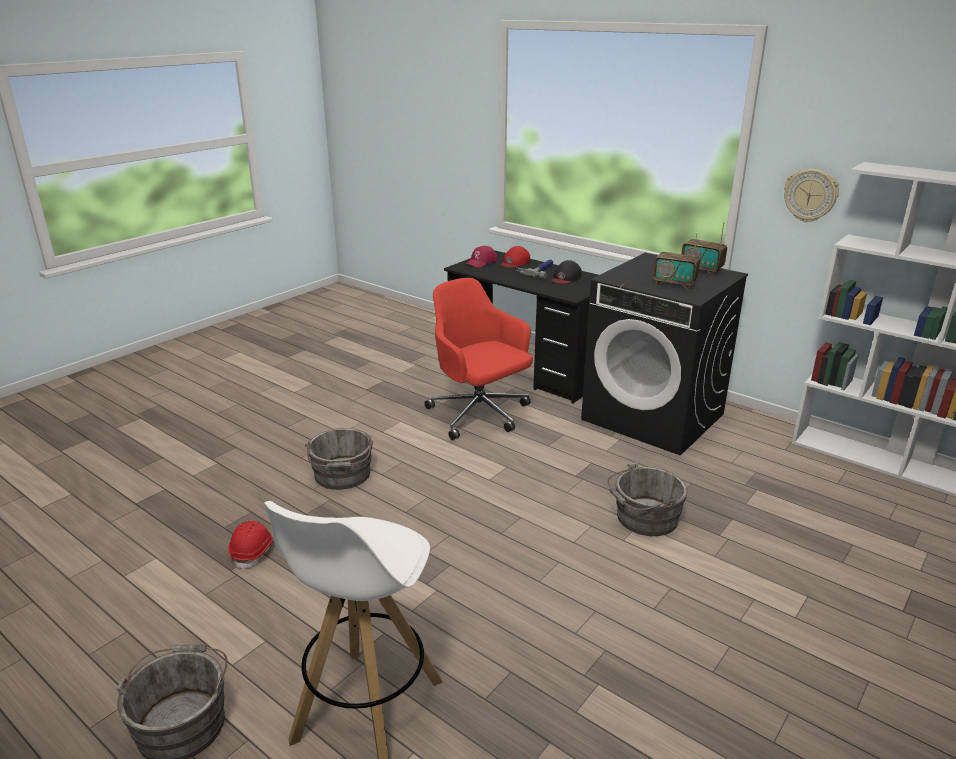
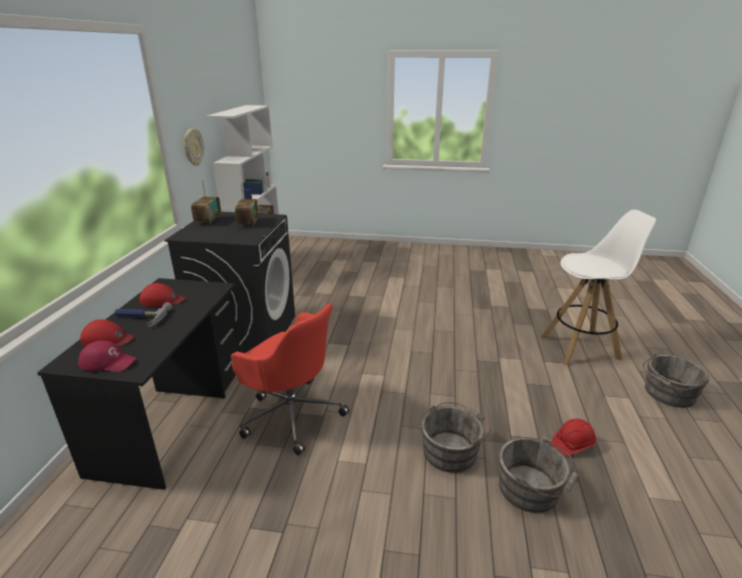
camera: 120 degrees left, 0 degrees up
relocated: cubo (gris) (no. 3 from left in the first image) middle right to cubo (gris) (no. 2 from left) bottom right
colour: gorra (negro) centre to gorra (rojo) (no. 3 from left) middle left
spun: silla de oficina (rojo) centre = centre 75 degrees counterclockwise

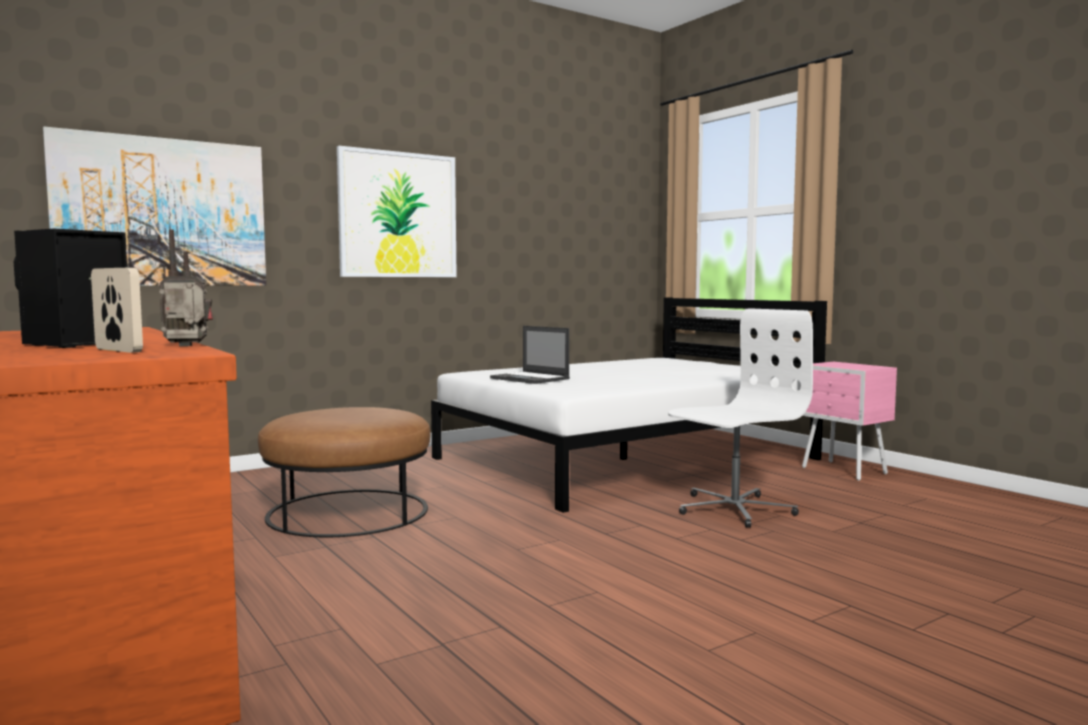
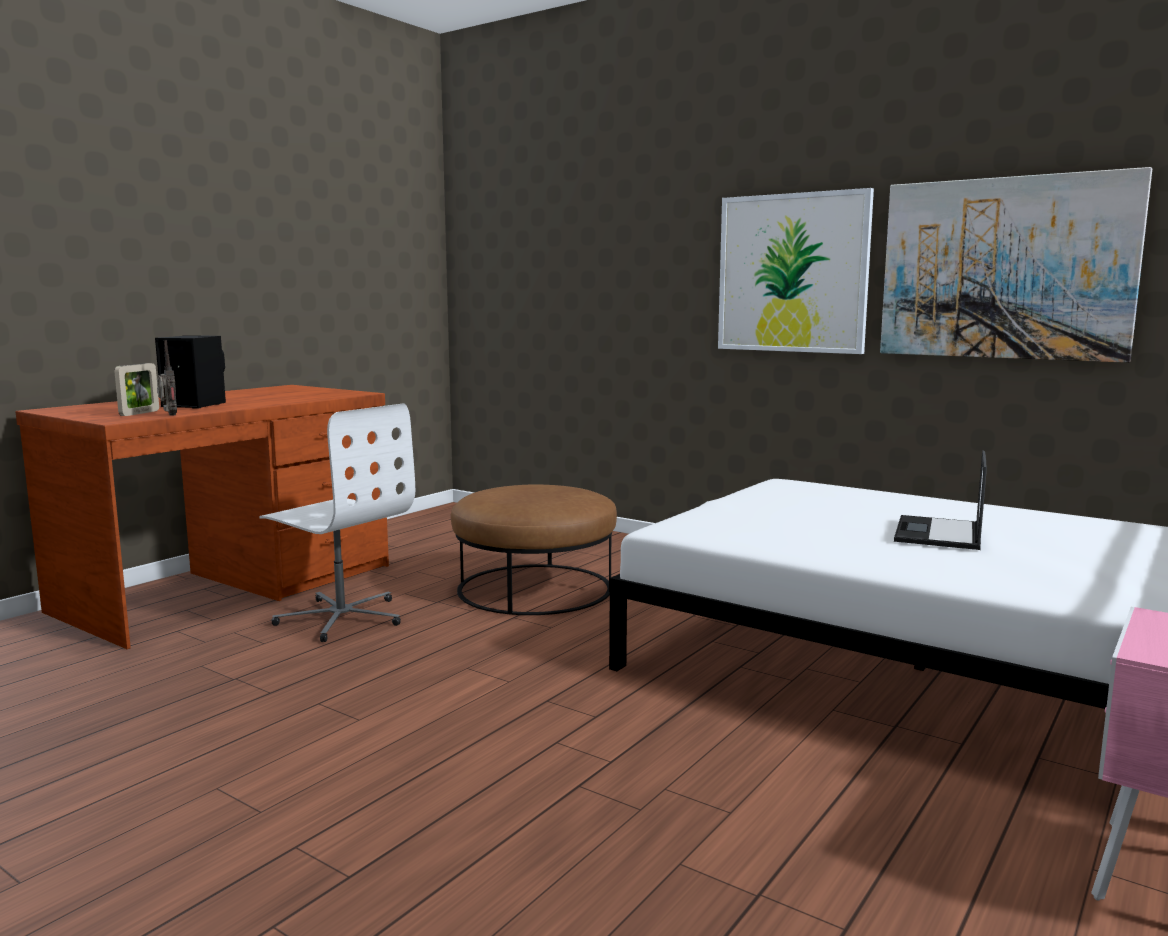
camera: 70 degrees right, 5 degrees up
relocated: cuadro (no. 1 from left in the first image) top left to cuadro (no. 2 from left) top right; silla de oficina (blanco) middle right to middle left; portátil centre to middle right

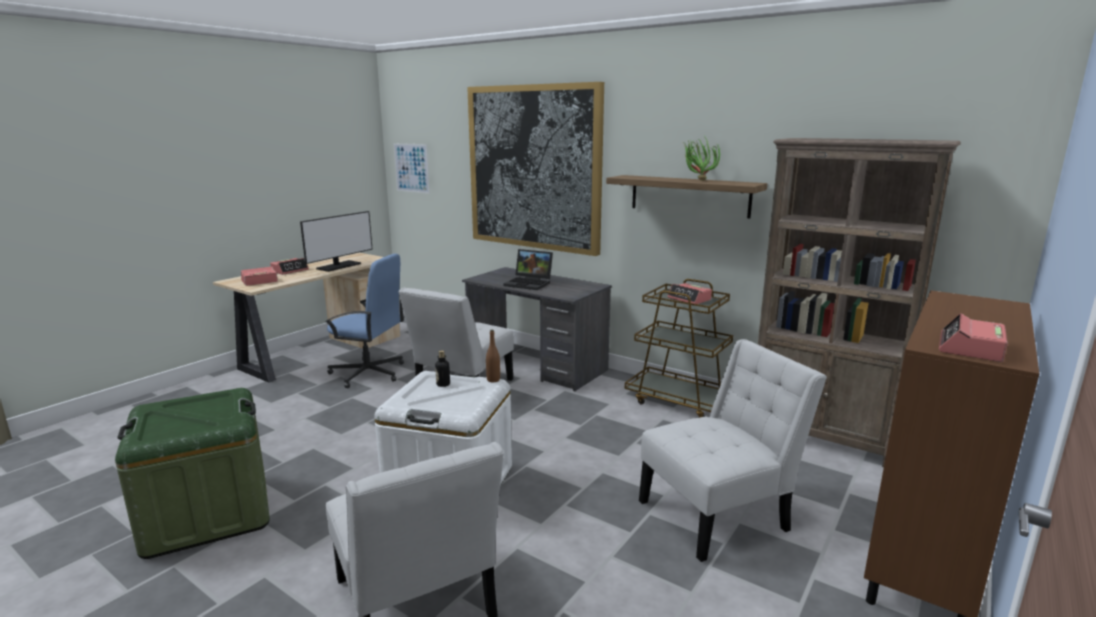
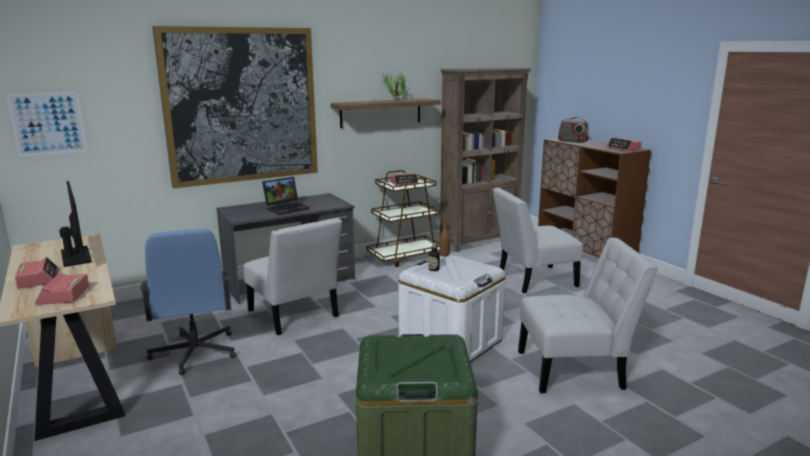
camera: 65 degrees left, 0 degrees up
appeared: radio top right
spun: silla de oficina (azul) middle left = middle left 120 degrees clockwise; silla (blanco) (no. 3 from left in the first image) bottom right = centre 105 degrees counterclockwise

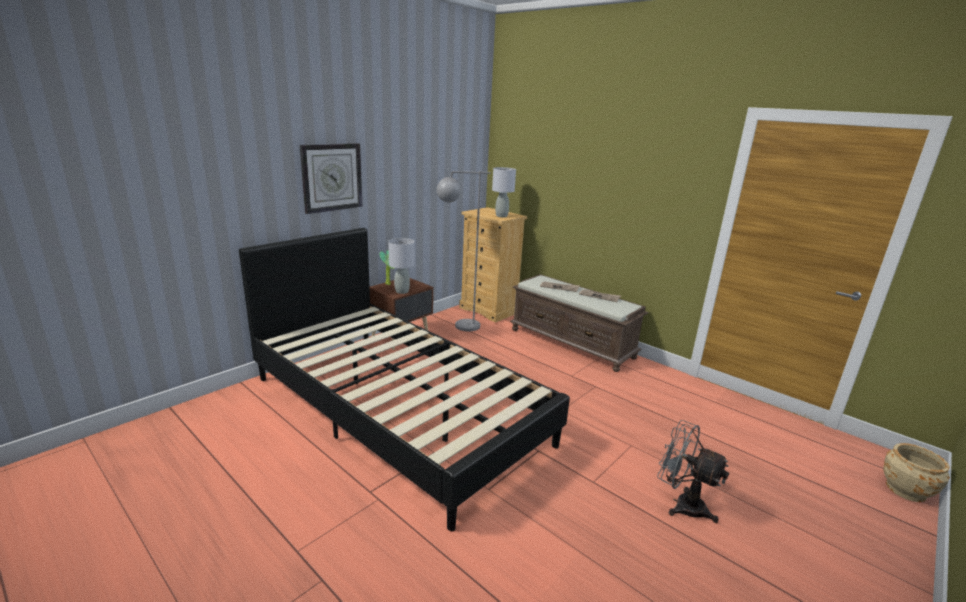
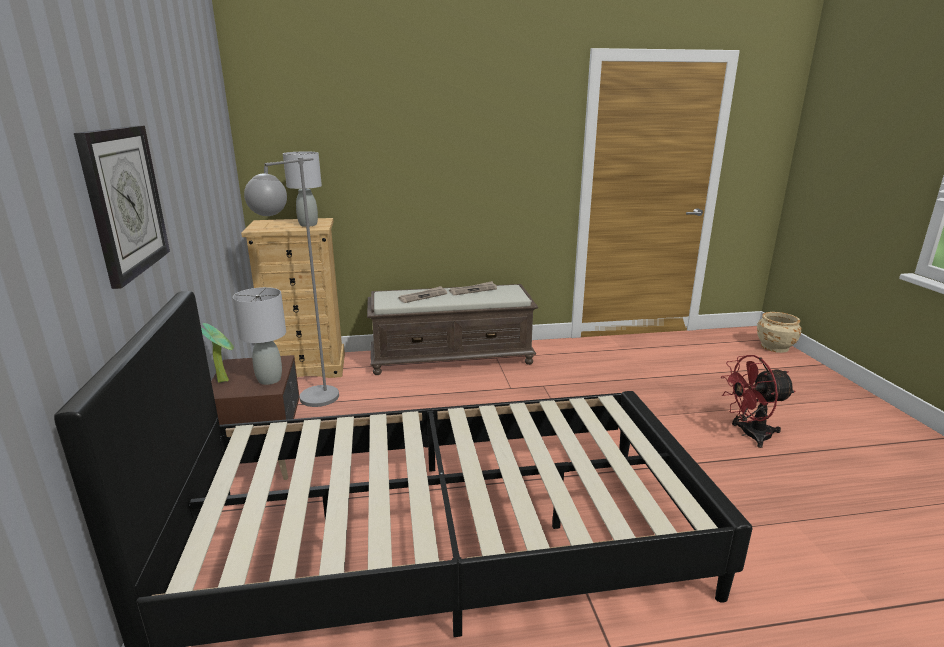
camera: 50 degrees left, 0 degrees up
colour: ventilador (gris) bottom right to ventilador (rojo) middle right

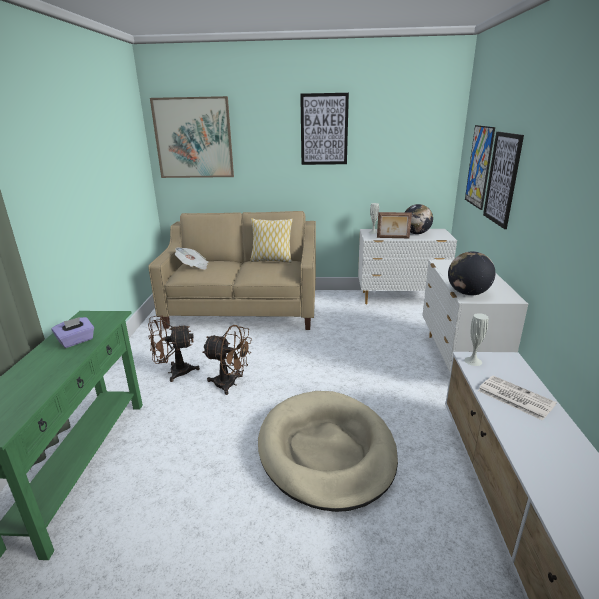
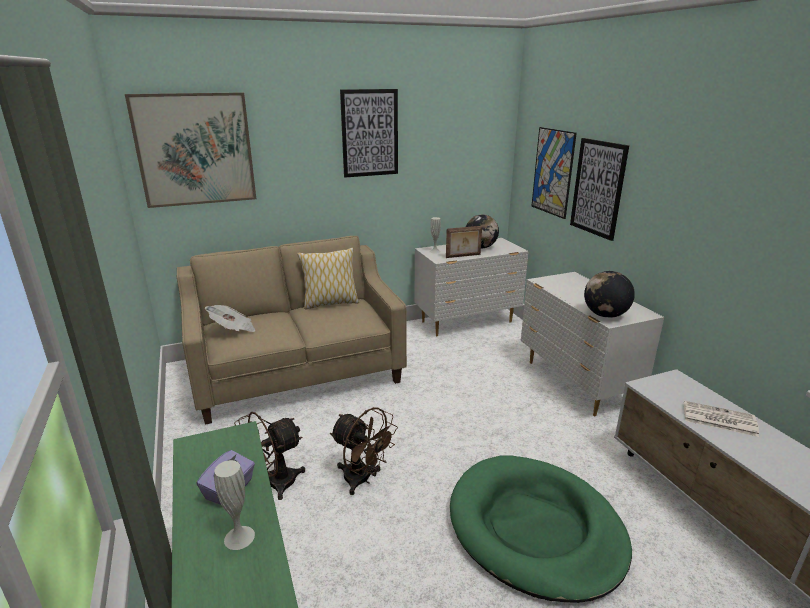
camera: 25 degrees left, 0 degrees up
relocated: florero (blanco) (no. 2 from left in the first image) middle right to florero (blanco) (no. 1 from left) bottom left
colour: cama para perro (beis) bottom centre to cama para perro (verde) bottom right
spun: ventilador (marrón) (no. 2 from left) centre = bottom centre 45 degrees clockwise

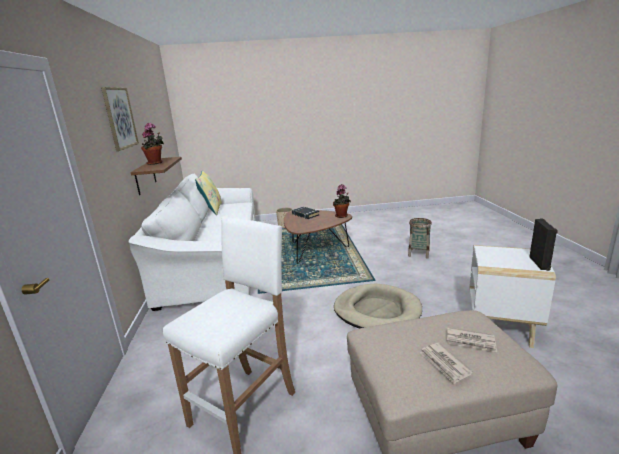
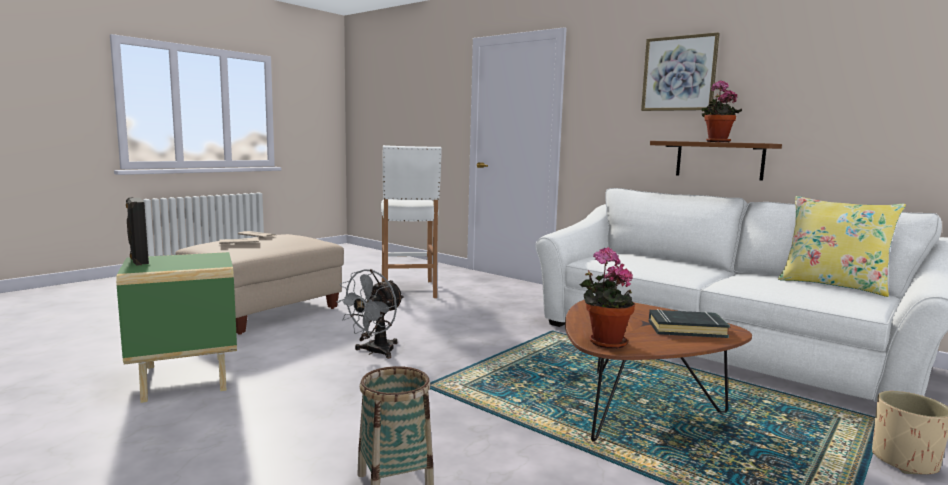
camera: 135 degrees right, 10 degrees down
exchanged: cama para perro (beis) bottom centre to ventilador (gris) centre
colour: mesa auxiliar (blanco) middle right to mesa auxiliar (verde) bottom left

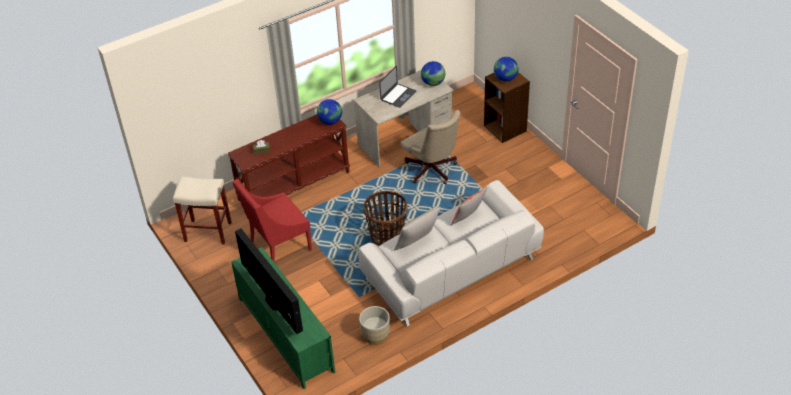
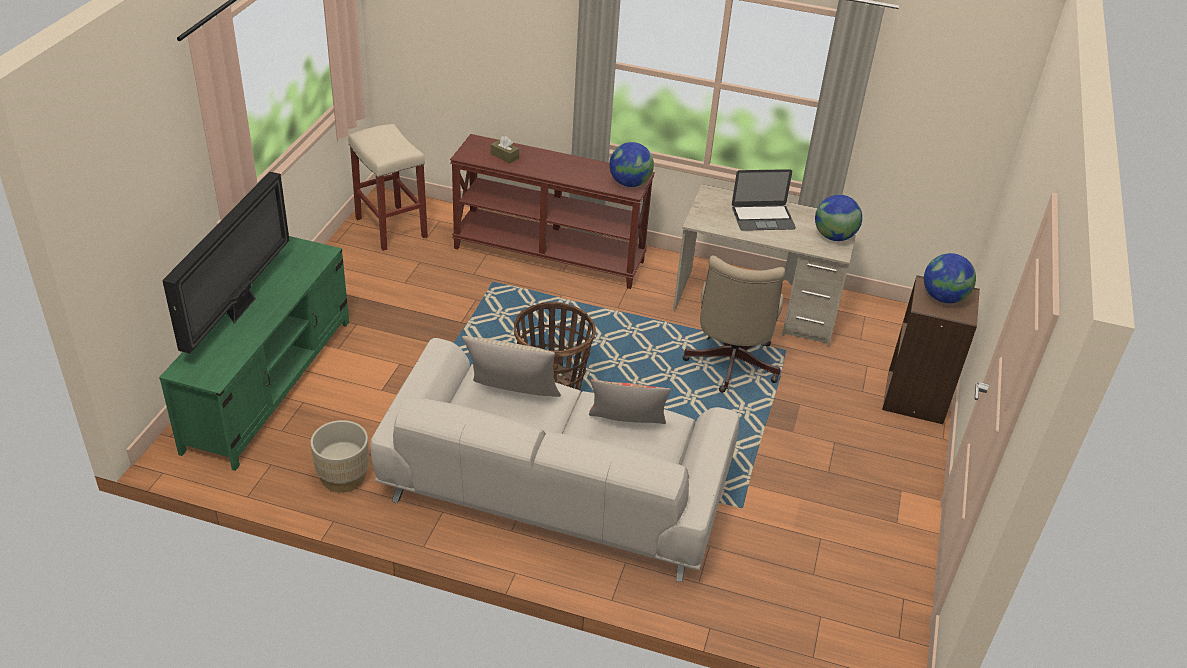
camera: 45 degrees right, 5 degrees down
missing: sillón (rojo) centre

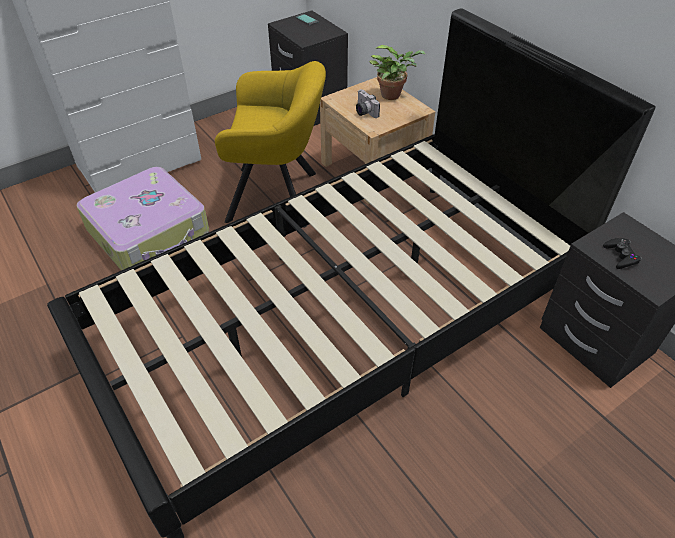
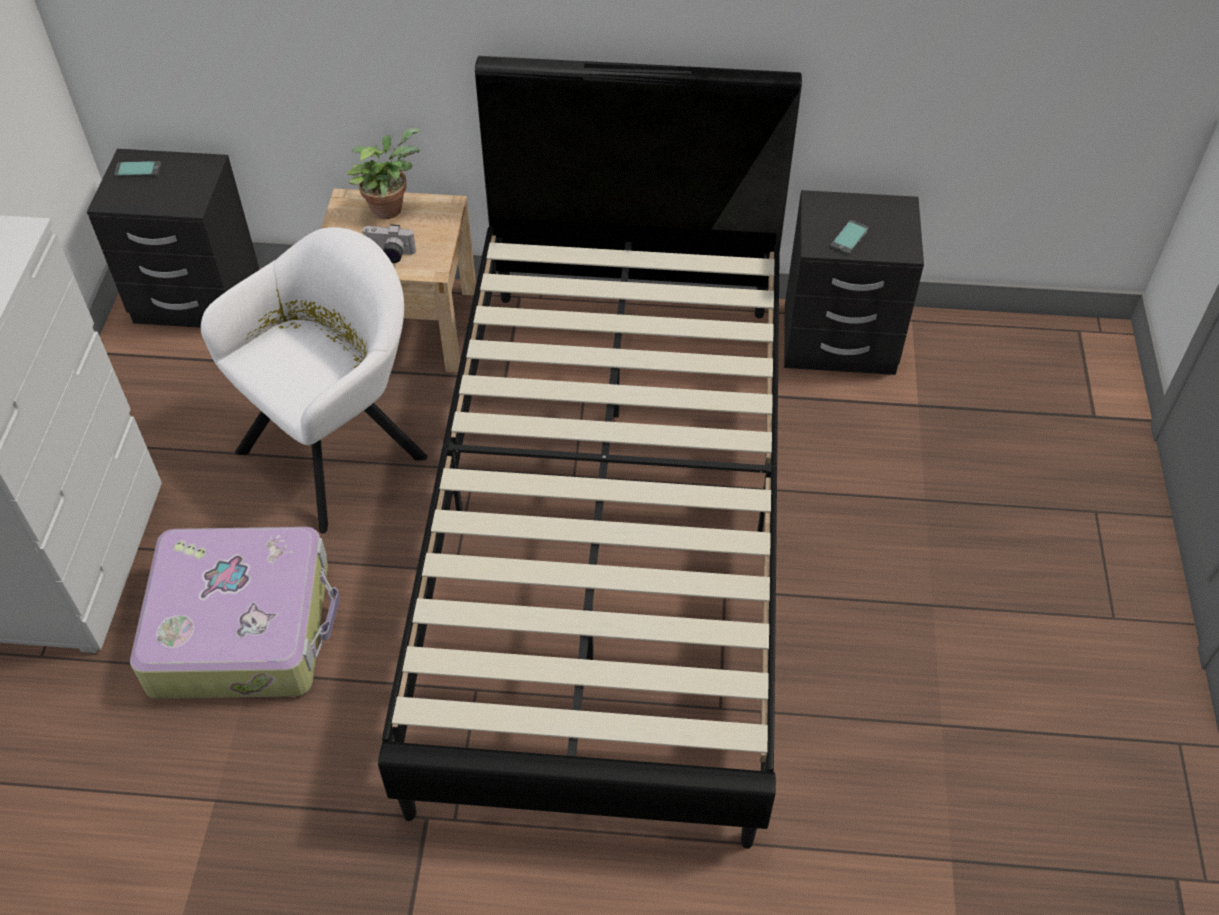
camera: 50 degrees left, 5 degrees up
exchanged: mando de consola (negro) middle right to móvil (no. 2 from left) top right
colour: sillón (amarillo) top centre to sillón (blanco) middle left

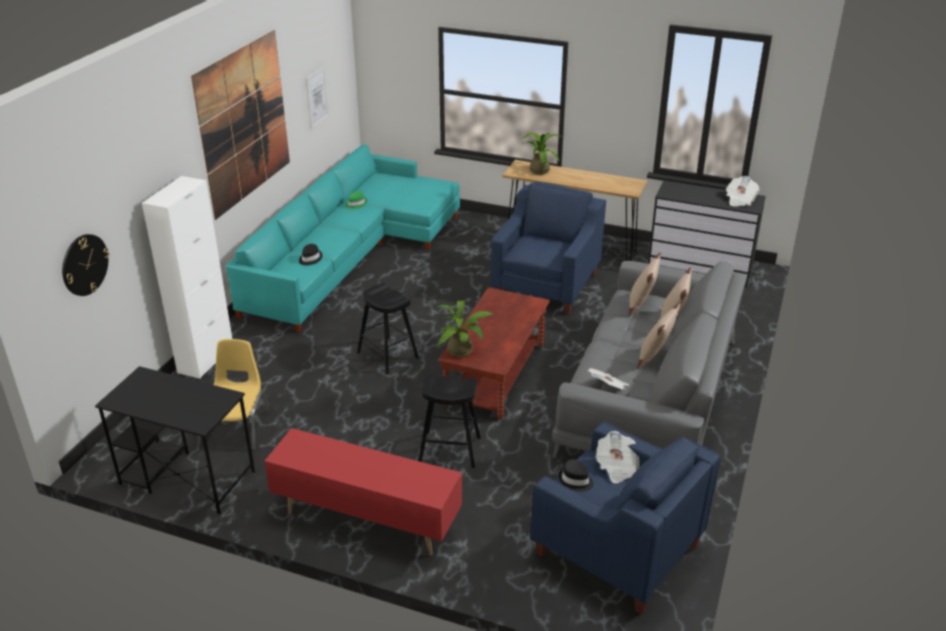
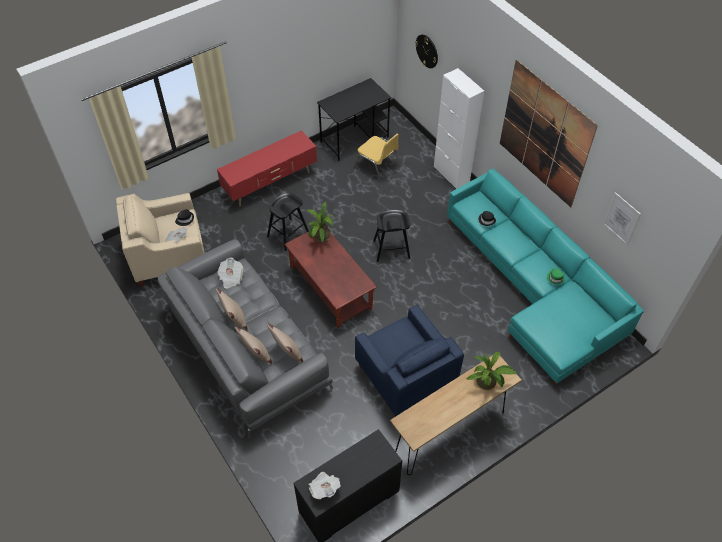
camera: 125 degrees right, 20 degrees up
colour: sillón (azul) (no. 2 from left) bottom centre to sillón (beis) middle left

